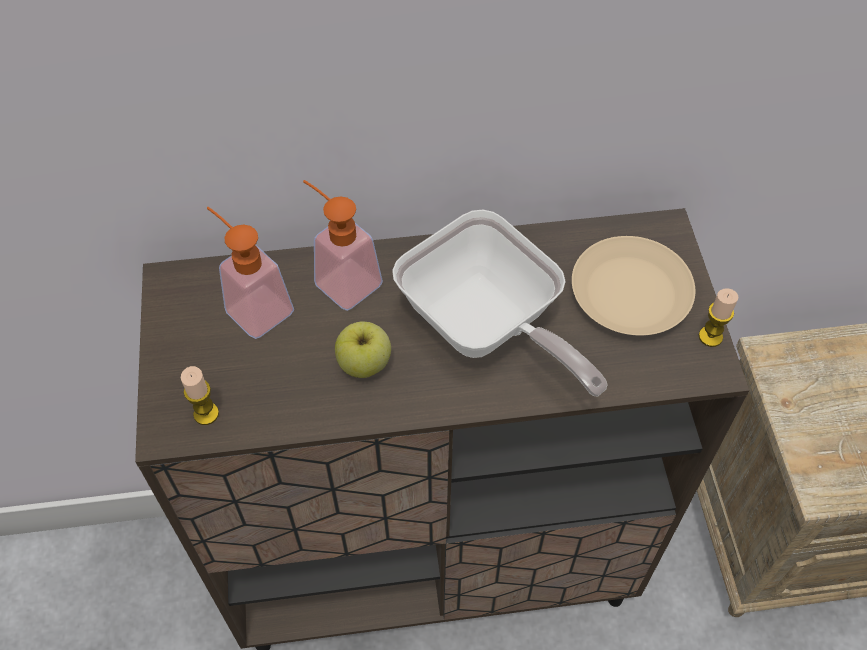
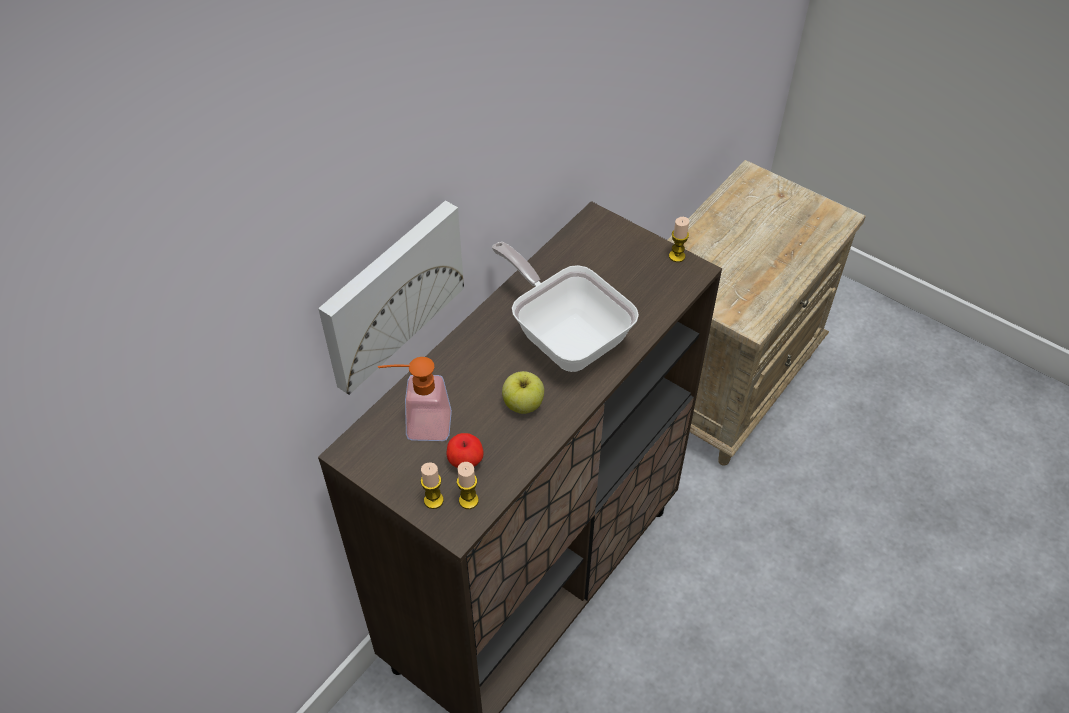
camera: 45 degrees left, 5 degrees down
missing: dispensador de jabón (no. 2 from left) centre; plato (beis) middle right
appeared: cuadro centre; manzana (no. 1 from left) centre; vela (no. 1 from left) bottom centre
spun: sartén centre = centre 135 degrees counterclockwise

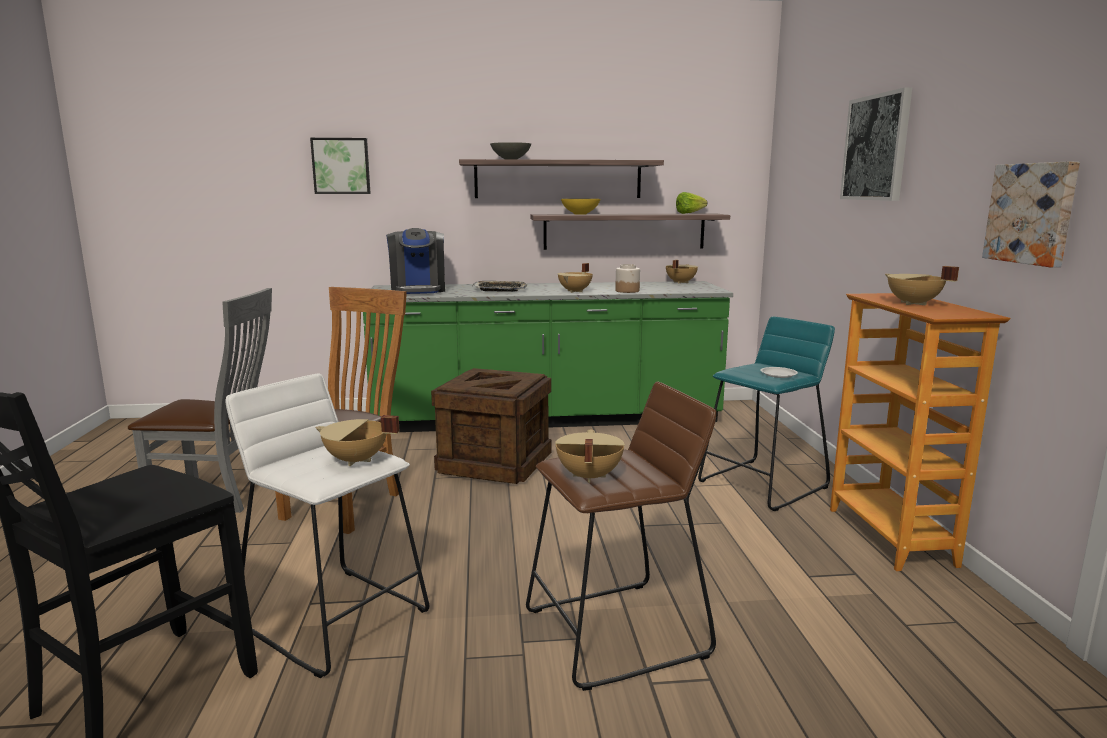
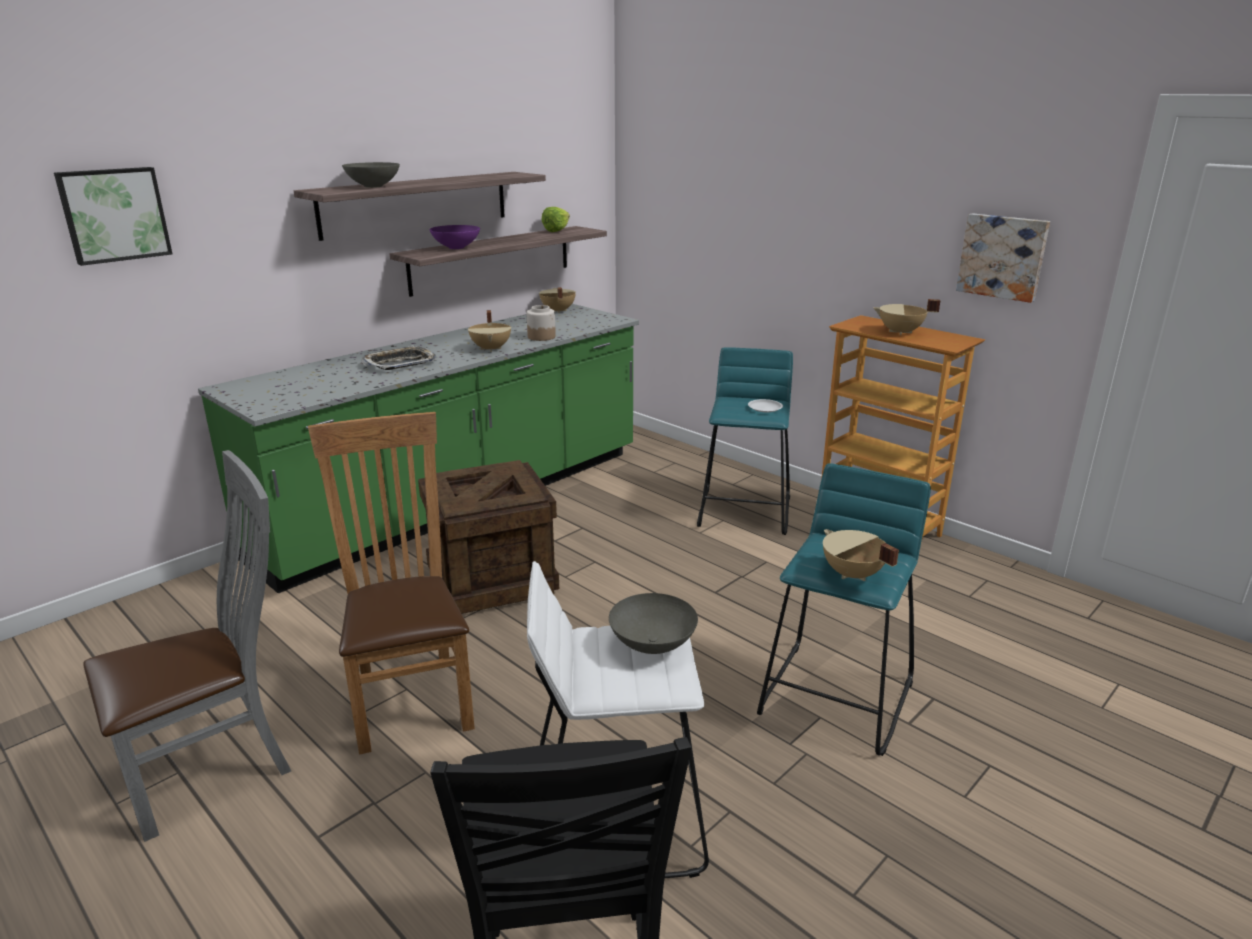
camera: 40 degrees left, 10 degrees up
missing: cuadro (no. 2 from left) top right; cafetera centre
exchanged: olla (beis) (no. 1 from left) middle left to cuenco (gris) (no. 2 from left) centre
colour: cuenco (amarillo) top centre to cuenco (morado) top centre; taburete (marrón) bottom centre to taburete (turquesa) (no. 2 from left) middle right

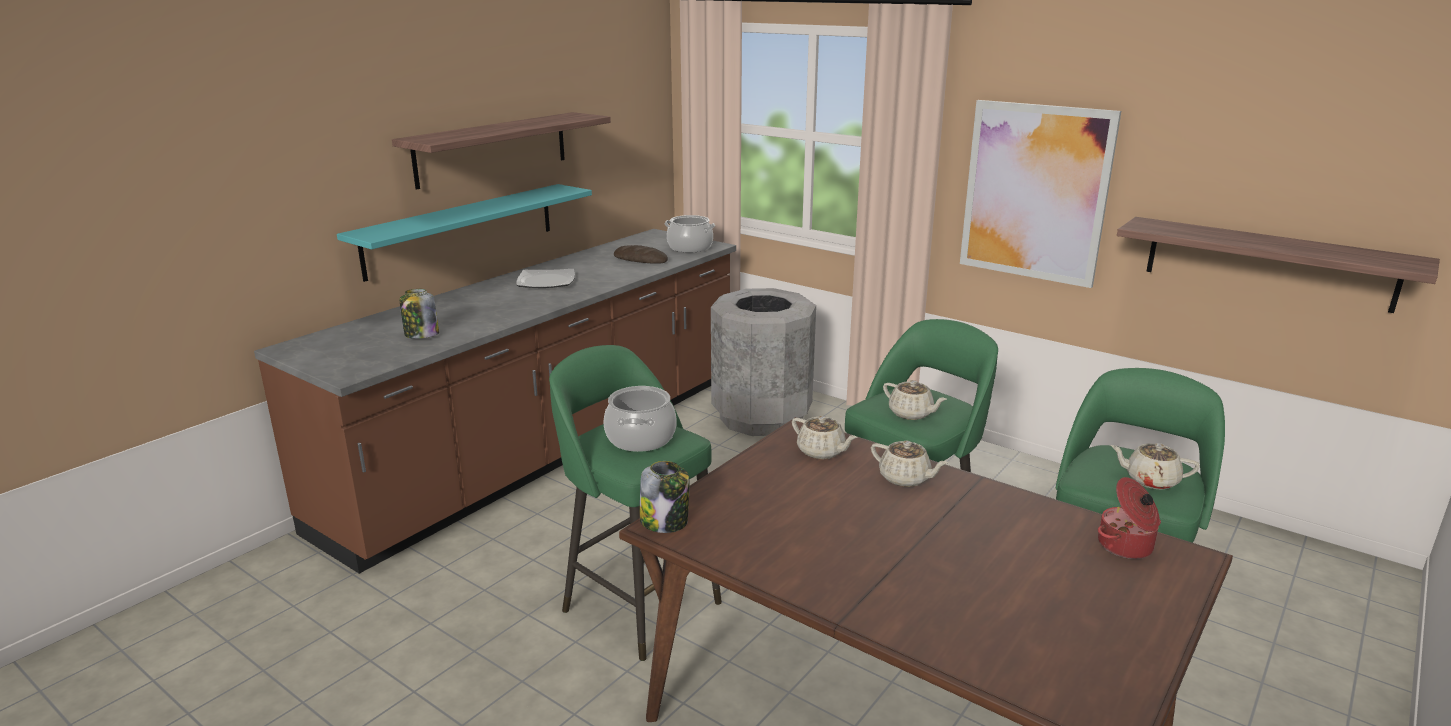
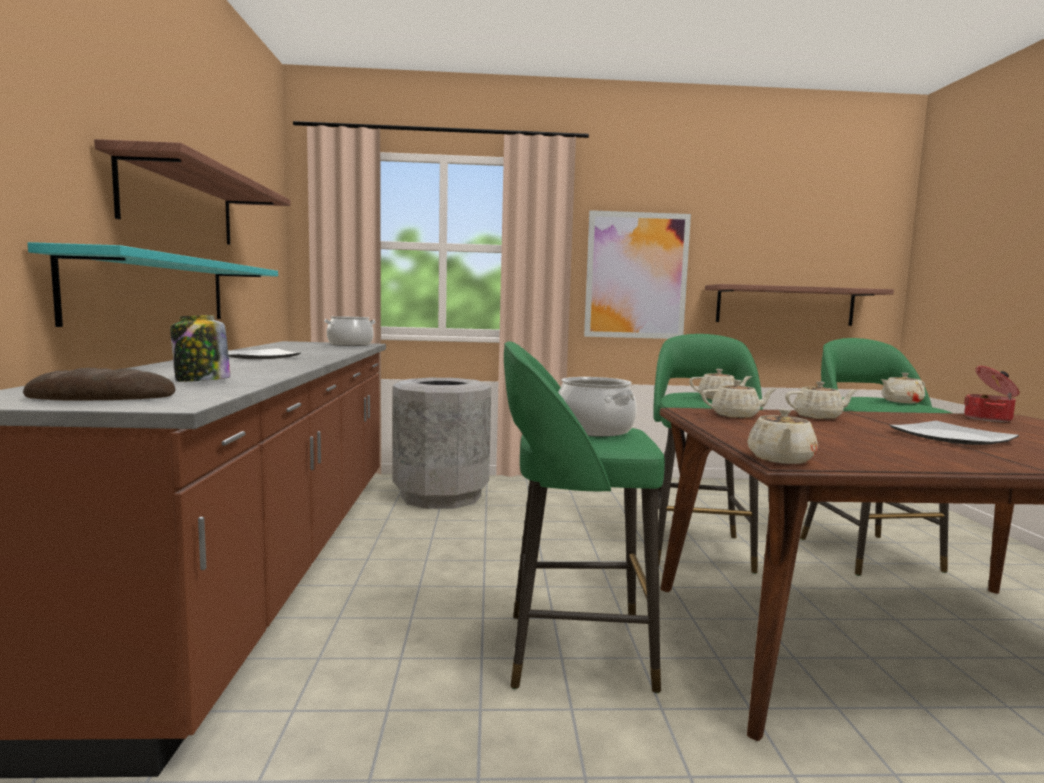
camera: 40 degrees left, 15 degrees down
appeared: plato (no. 2 from left) middle right
relocated: pan centre to middle left
exchanged: tarro (no. 2 from left) bottom centre to tetera (beis) (no. 3 from left) middle right

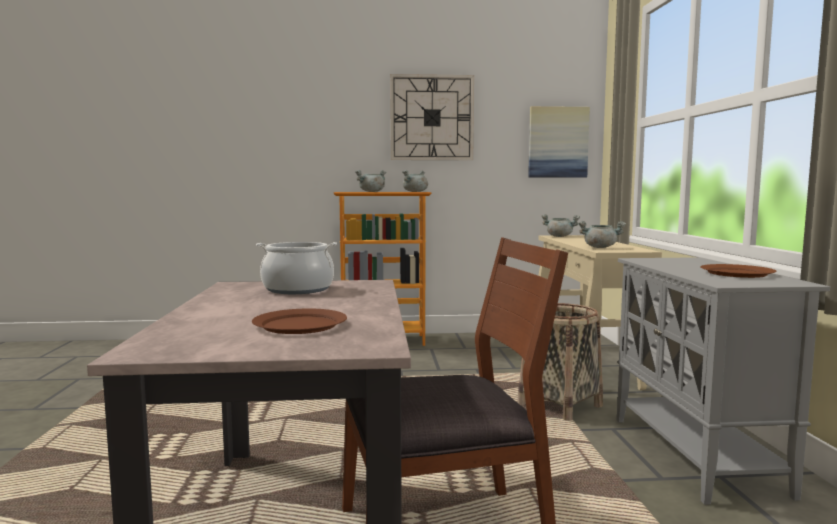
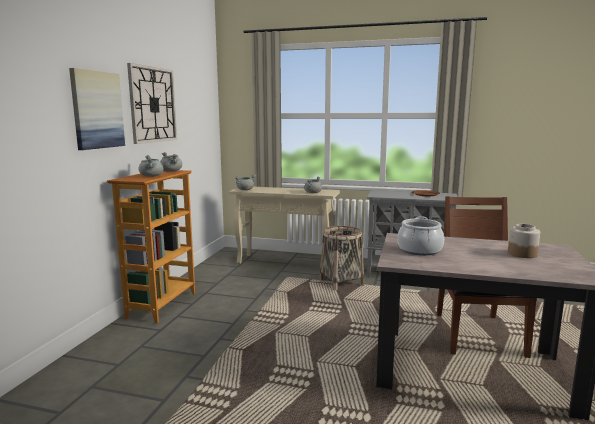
camera: 70 degrees left, 5 degrees up
relocated: cuadro top right to top left
exchanged: plato (marrón) (no. 1 from left) centre to tarro middle right

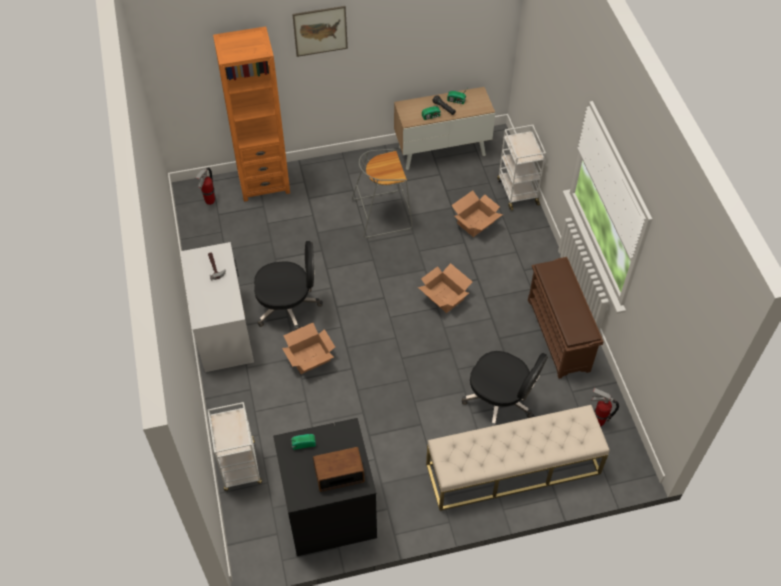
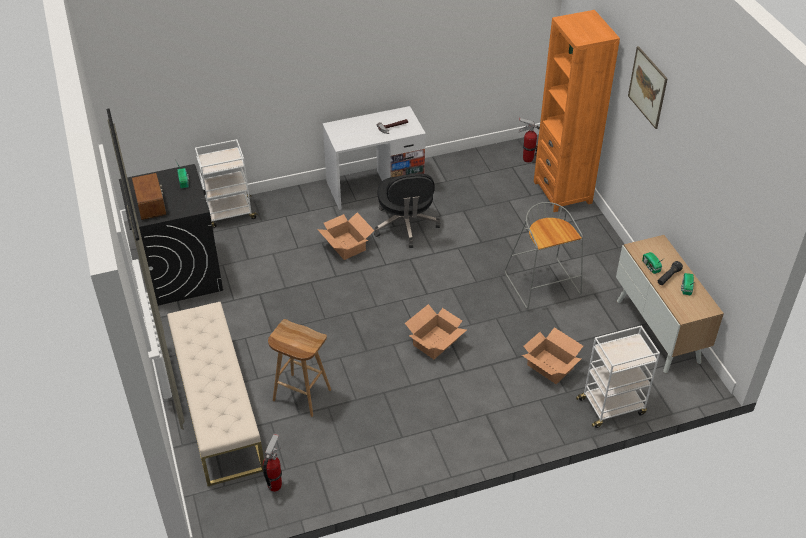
camera: 85 degrees right, 10 degrees down
missing: zapatero (marrón) middle right
exchanged: silla de oficina (negro) (no. 2 from left) centre to taburete (marrón) bottom centre

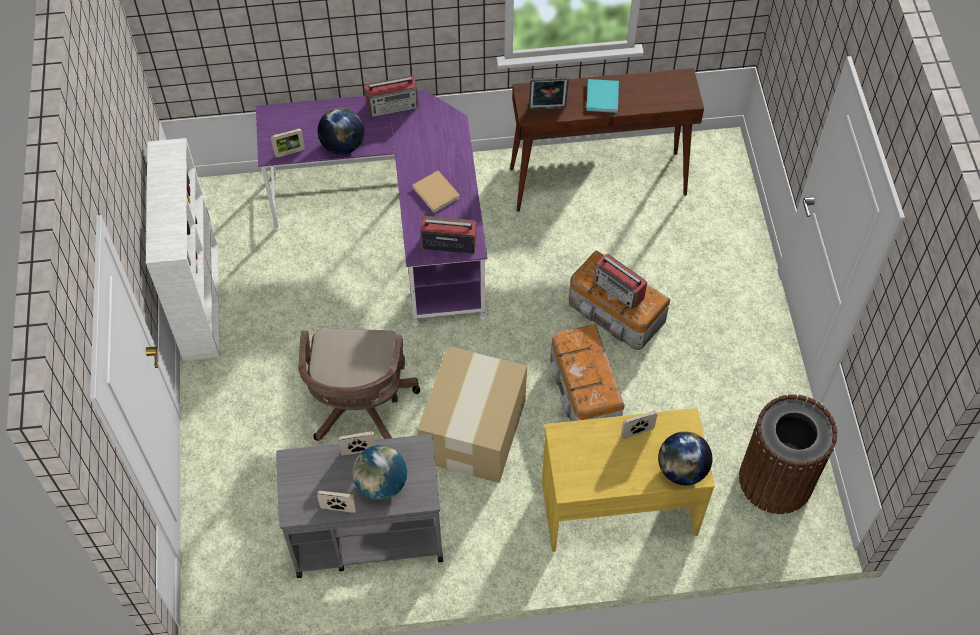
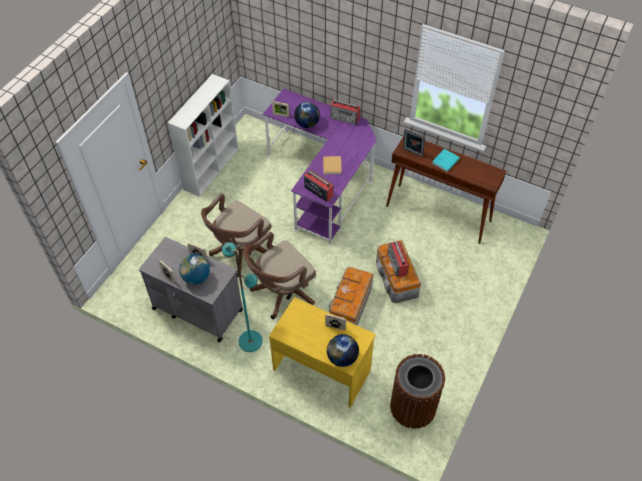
camera: 35 degrees right, 5 degrees down
appeared: lámpara de pie (turquesa) centre
exchanged: caja de cartón centre to silla de oficina (marrón) (no. 2 from left) centre

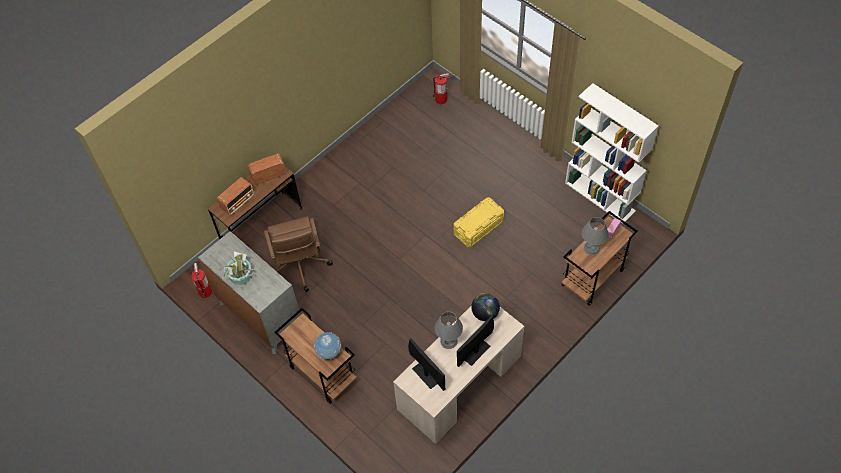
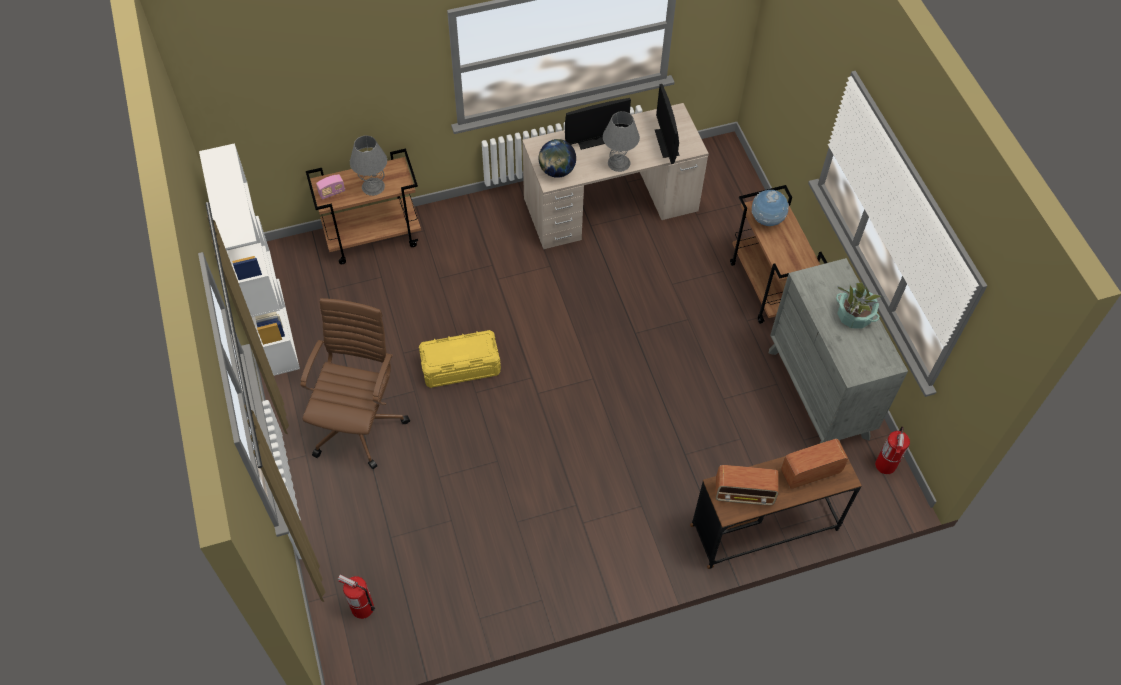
camera: 155 degrees left, 0 degrees up
relocated: silla de oficina (marrón) centre to middle left

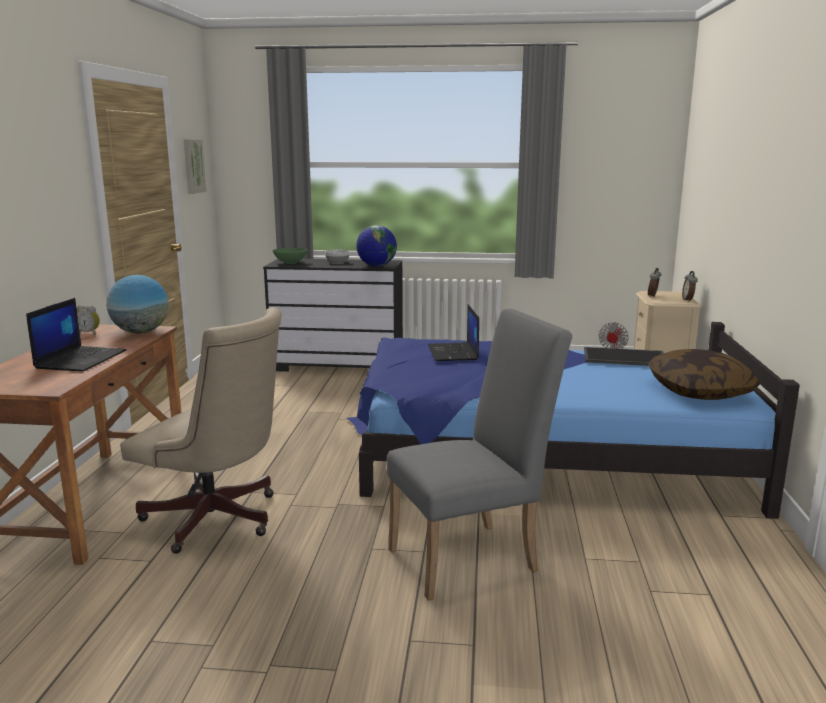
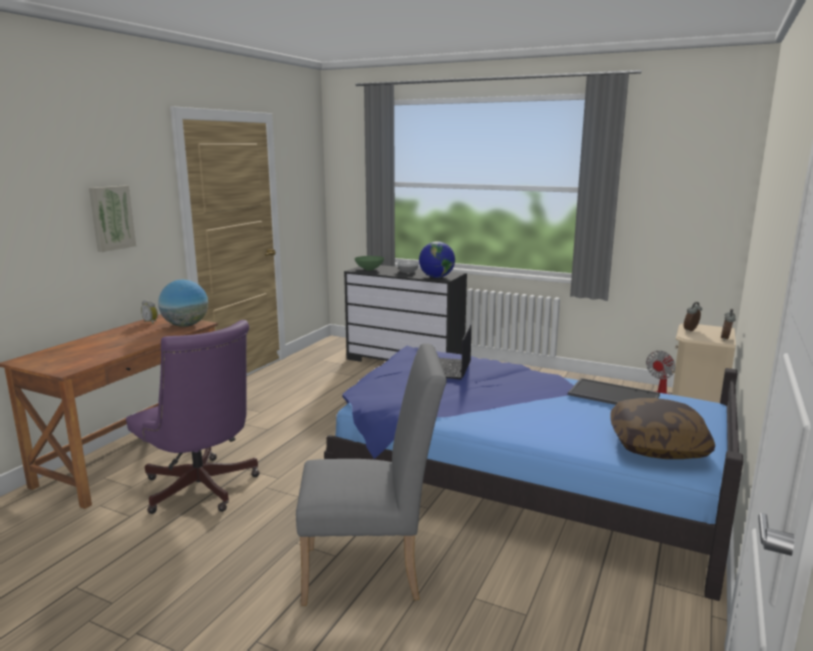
camera: 20 degrees right, 0 degrees up
missing: portátil (no. 1 from left) middle left
relocated: cuadro top left to middle left
colour: silla de oficina (beis) middle left to silla de oficina (morado) middle left

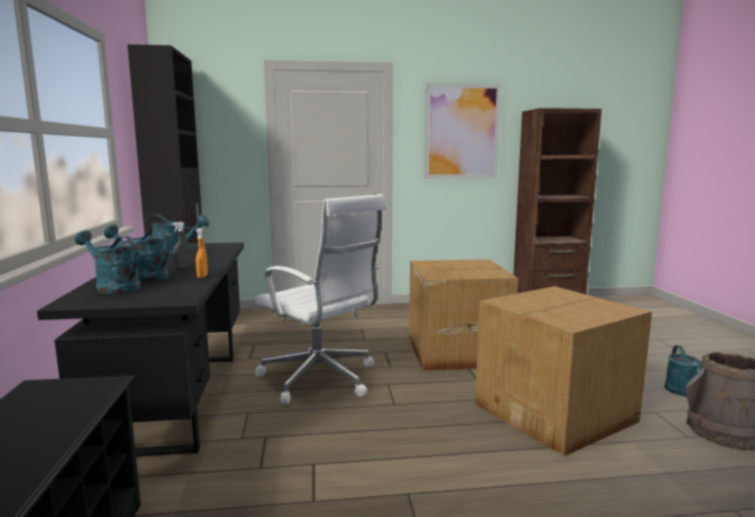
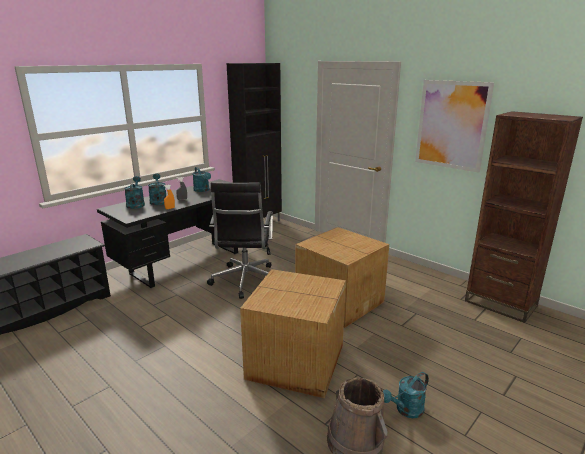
camera: 50 degrees right, 10 degrees up
colour: silla de oficina (blanco) centre to silla de oficina (negro) centre

